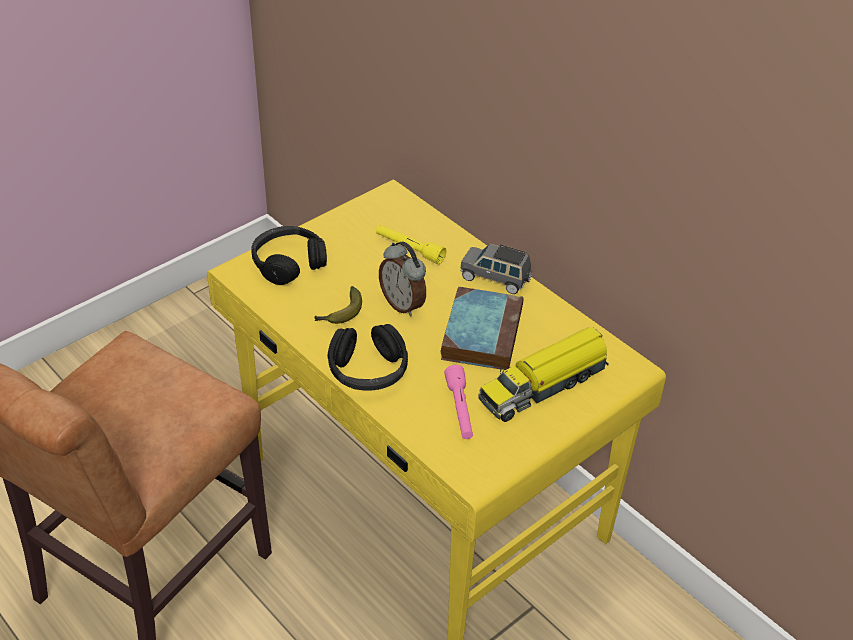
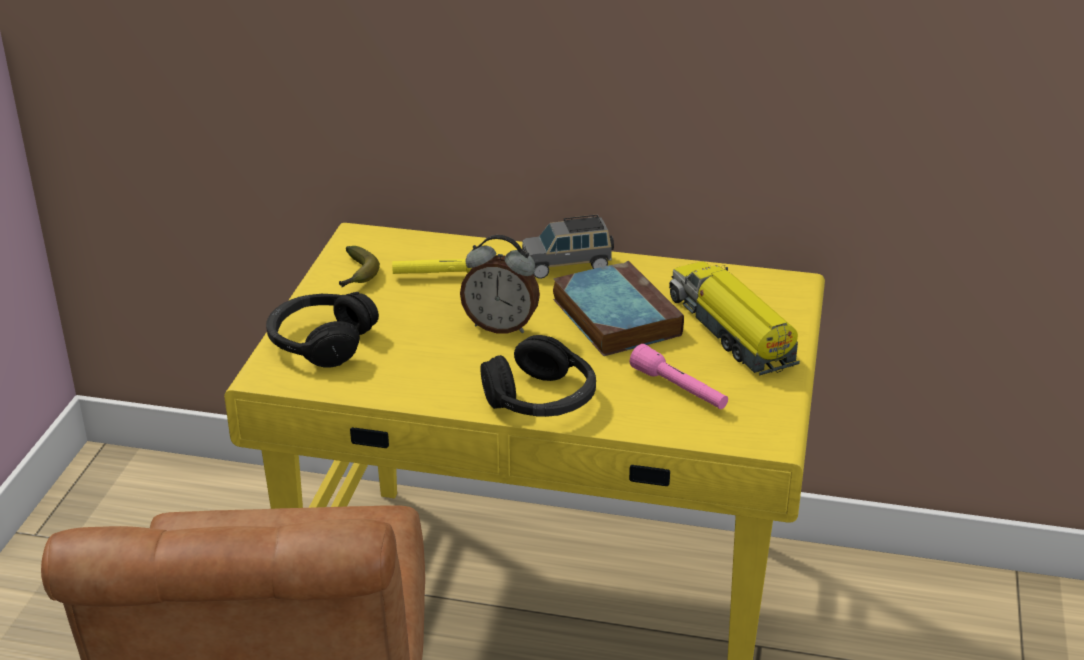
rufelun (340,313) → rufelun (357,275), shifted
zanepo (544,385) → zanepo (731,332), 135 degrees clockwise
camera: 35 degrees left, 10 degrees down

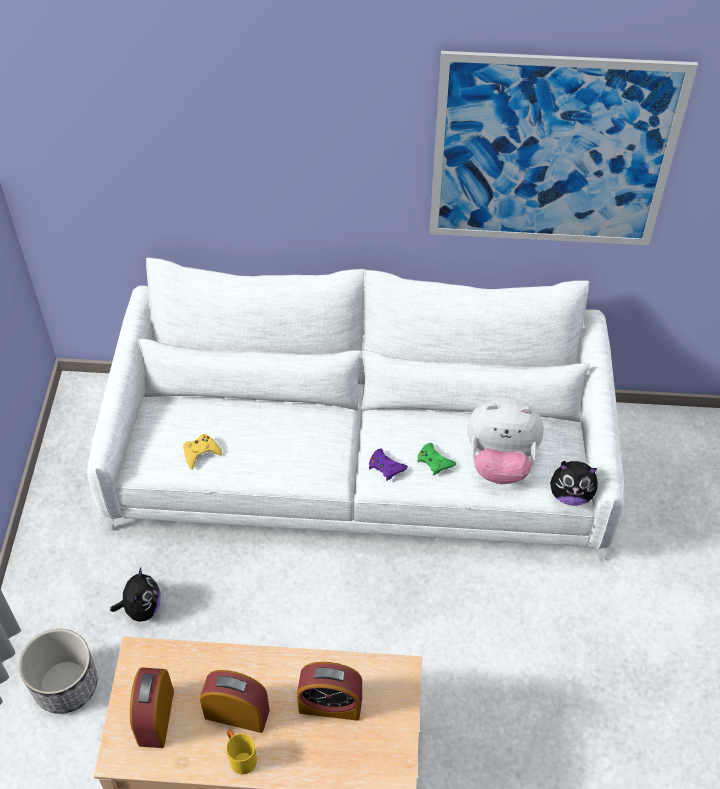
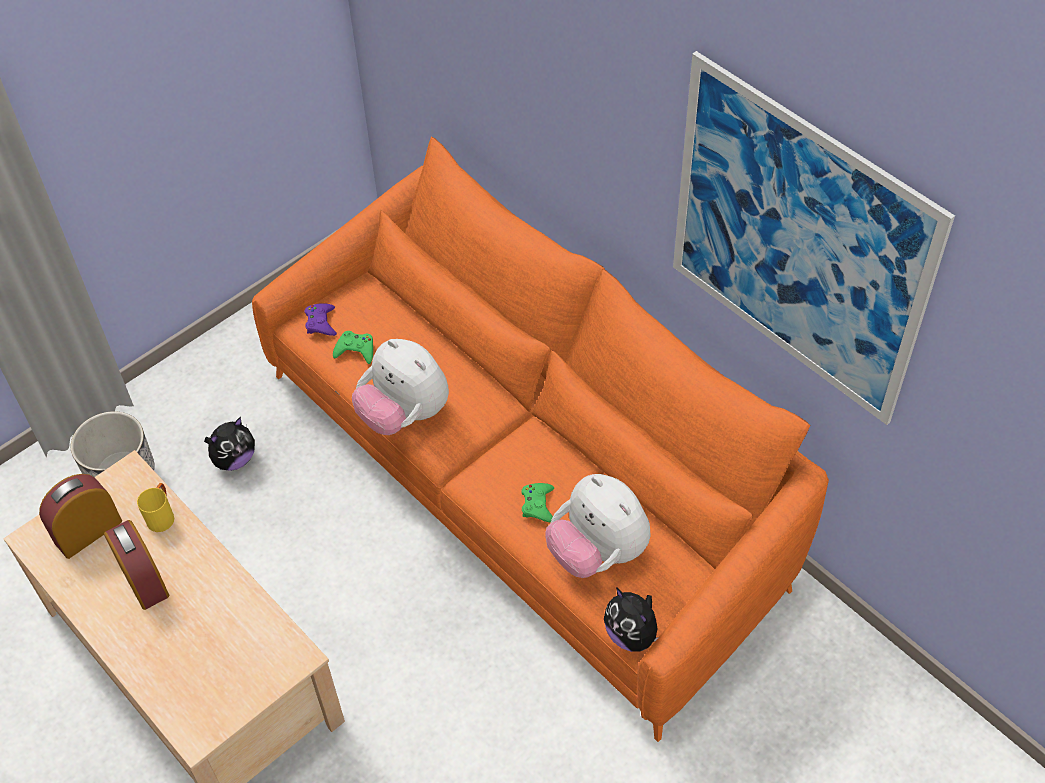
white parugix (360,469) → orange parugix (528,480)
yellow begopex (201,453) → green begopex (356,350)
purple begopex (386,467) → purple begopex (321,323), shifted
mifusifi (330,704) → -
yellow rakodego (240,756) → yellow rakodego (162,515), shifted
- → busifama (404,414)
camera: 45 degrees right, 0 degrees up

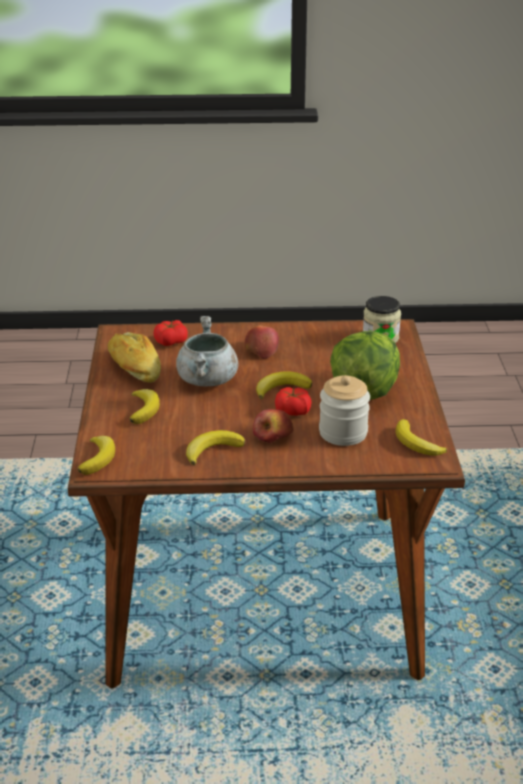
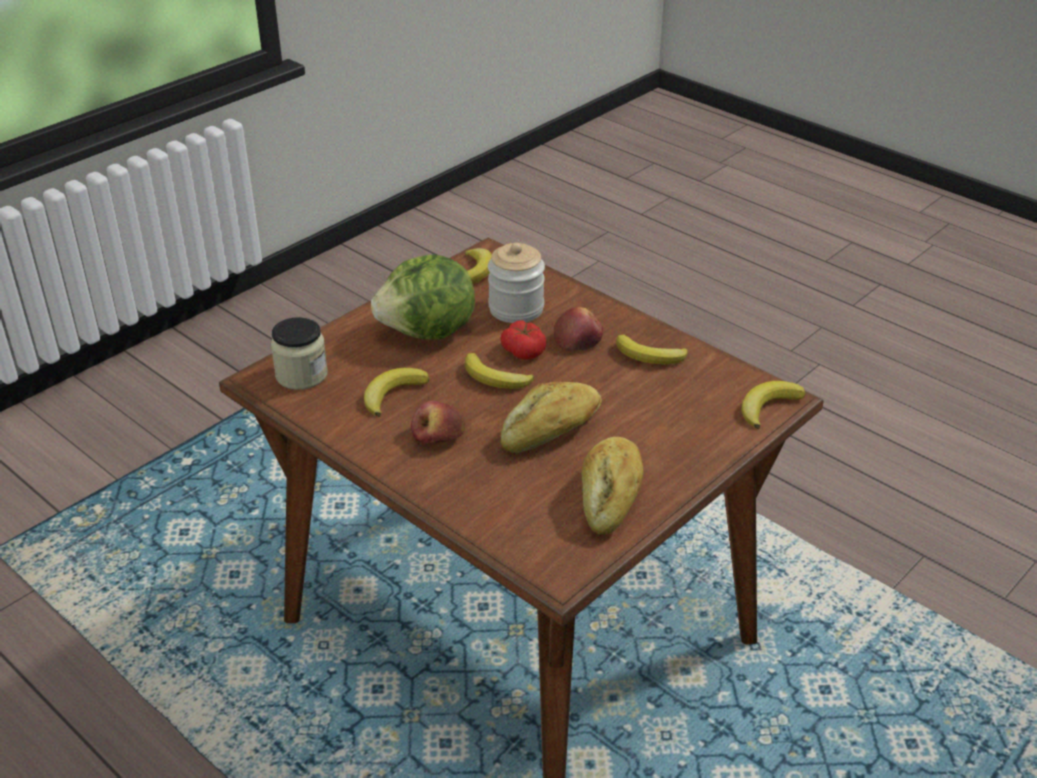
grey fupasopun (207,380) → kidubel (552,431)
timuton (170,341) → -
rufelun (144,409) → rufelun (392,394), shifted
camera: 135 degrees left, 5 degrees up

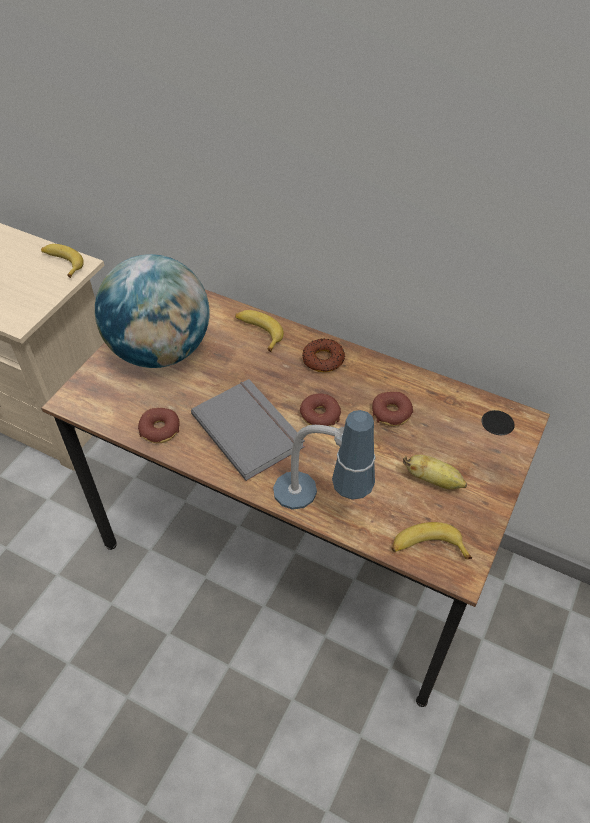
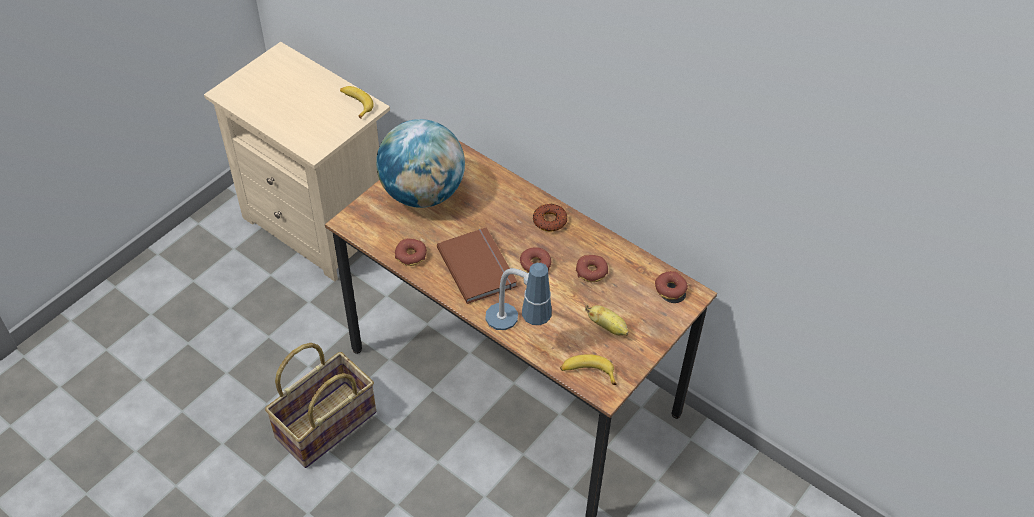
rufelun (258,332) → -
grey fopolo (250,429) → brown fopolo (479,266)
- → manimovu (670,289)
- → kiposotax (325,423)
camera: 10 degrees right, 0 degrees up

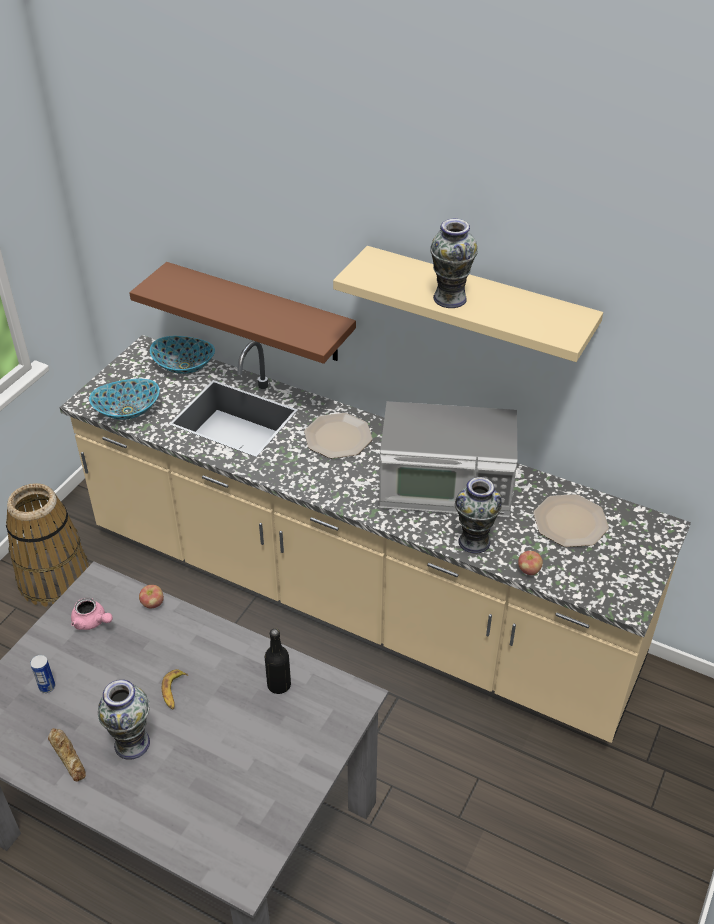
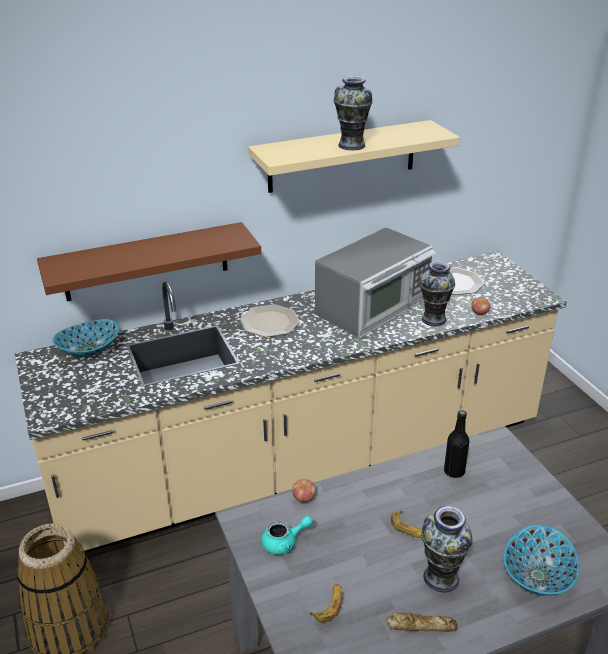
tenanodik (128,411) → tenanodik (538,576), shifted
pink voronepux (92,622) → turquoise voronepux (284,543)
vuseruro (47,687) → rufelun (329,605)
camera: 50 degrees left, 10 degrees down

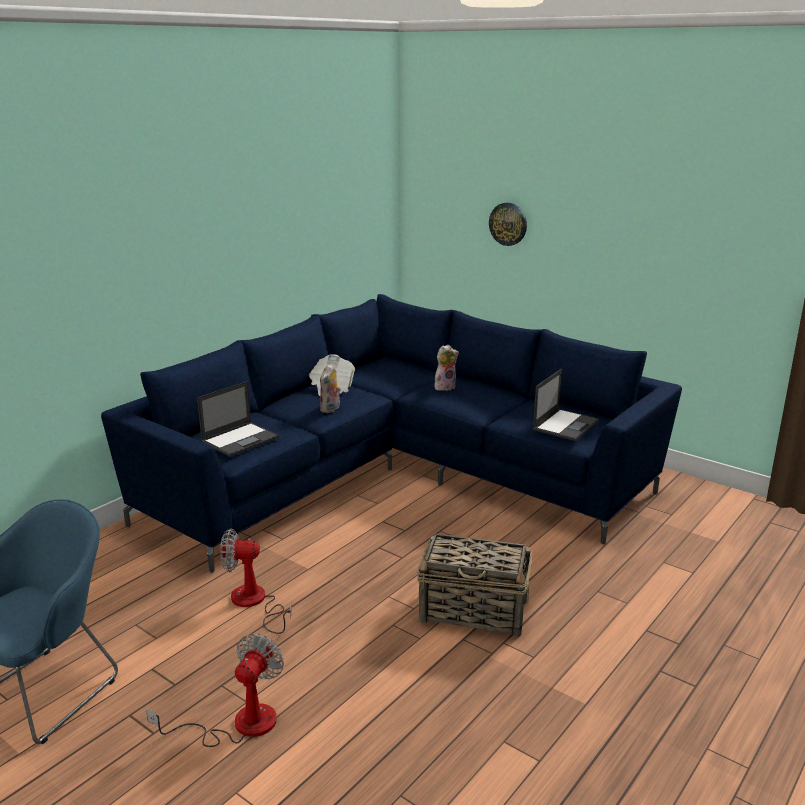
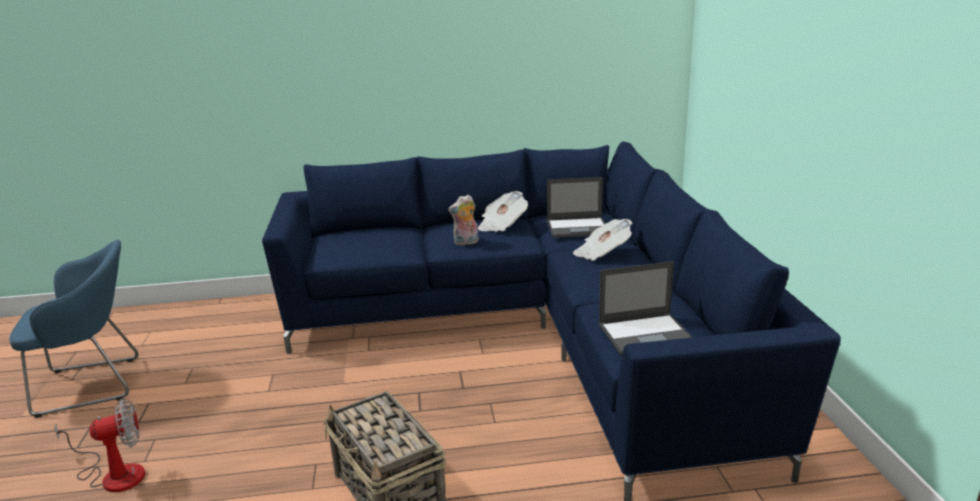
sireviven (508,224) → -
busifama (445,387) → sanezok (602,253)
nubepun (240,439) → nubepun (578,227), shifted
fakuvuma (254,603) → -
camera: 45 degrees right, 0 degrees up

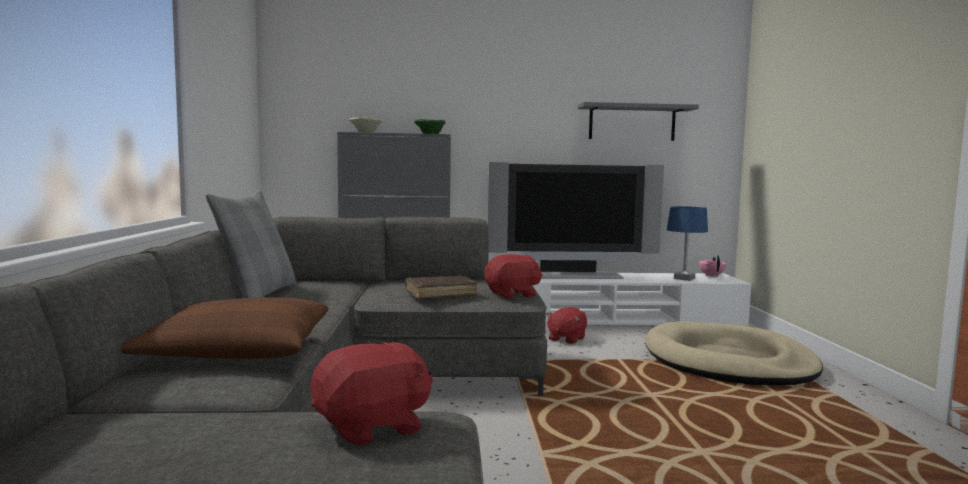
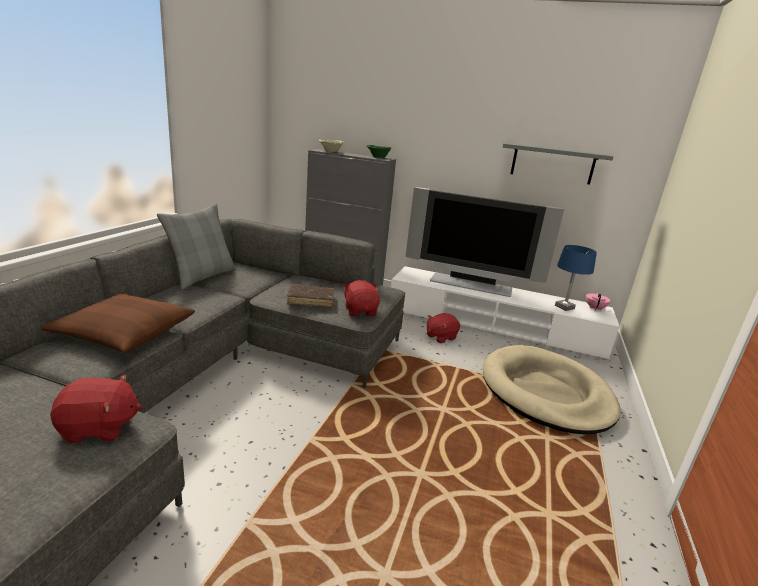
red busifama (513,294) → red busifama (360,311), 105 degrees counterclockwise
camera: 20 degrees right, 15 degrees up

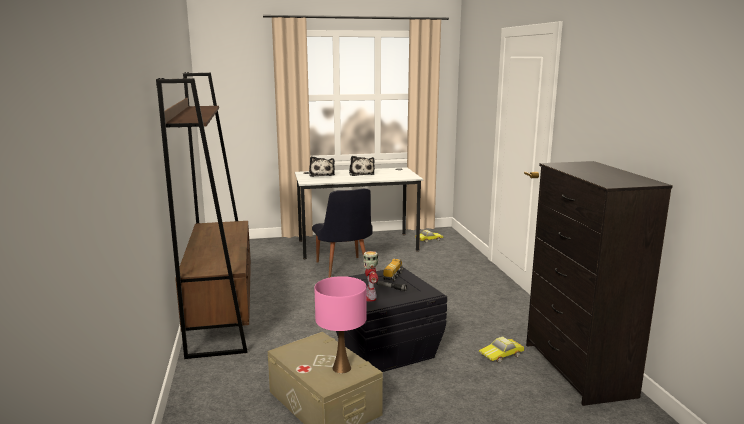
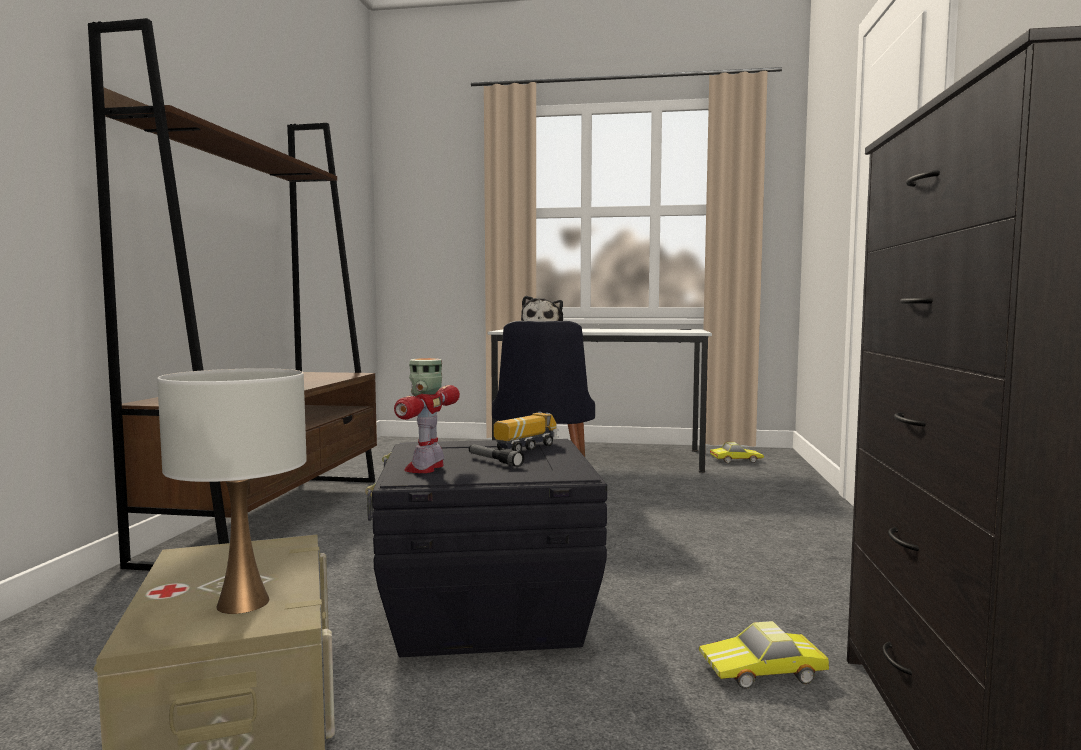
busifama (361,174) → -
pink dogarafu (342,368) → white dogarafu (244,603)
camera: 20 degrees right, 10 degrees down

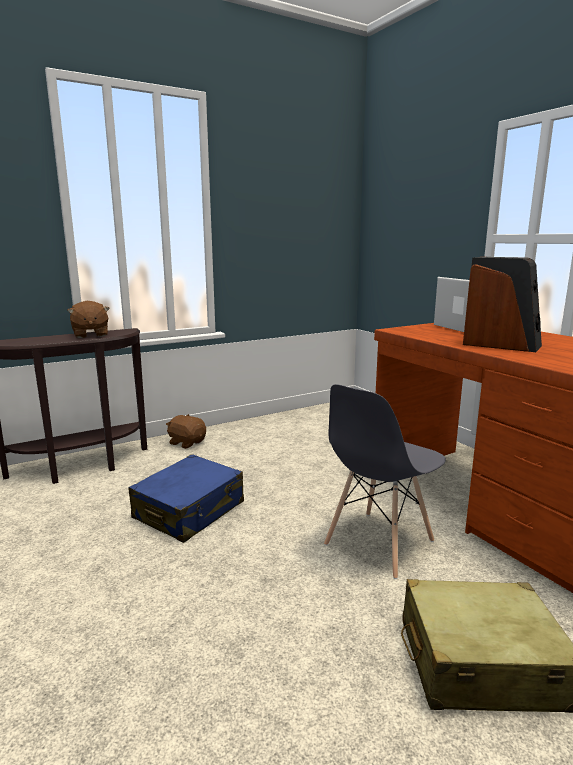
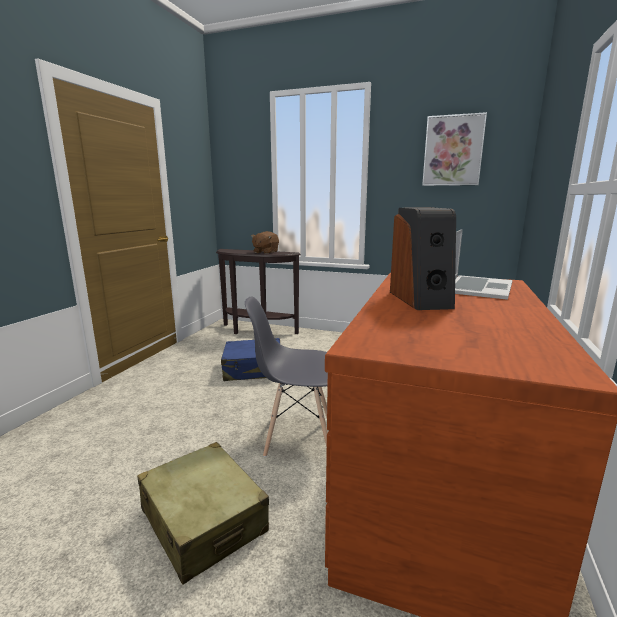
brown busifama (187,442) → -
- → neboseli (453,151)
camera: 50 degrees right, 0 degrees up

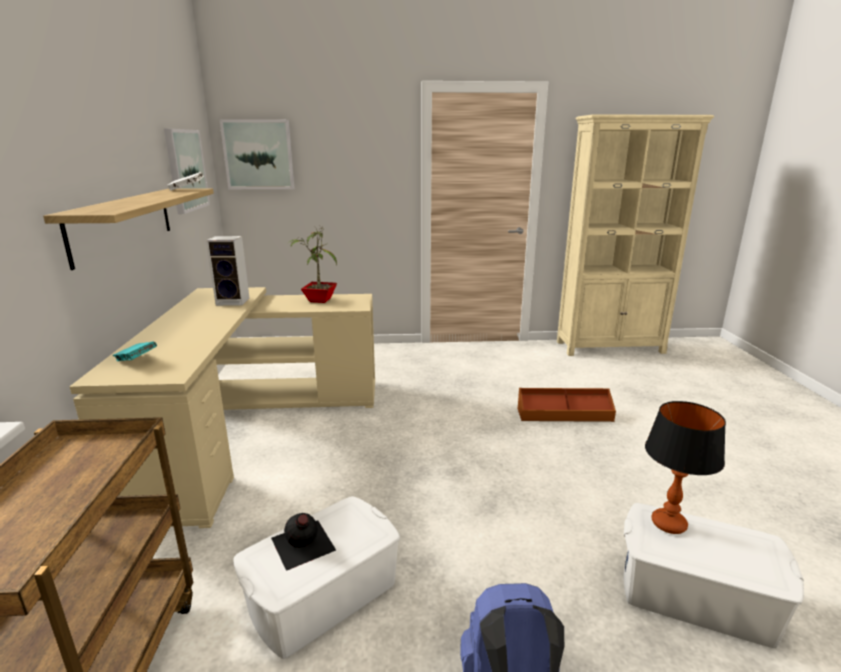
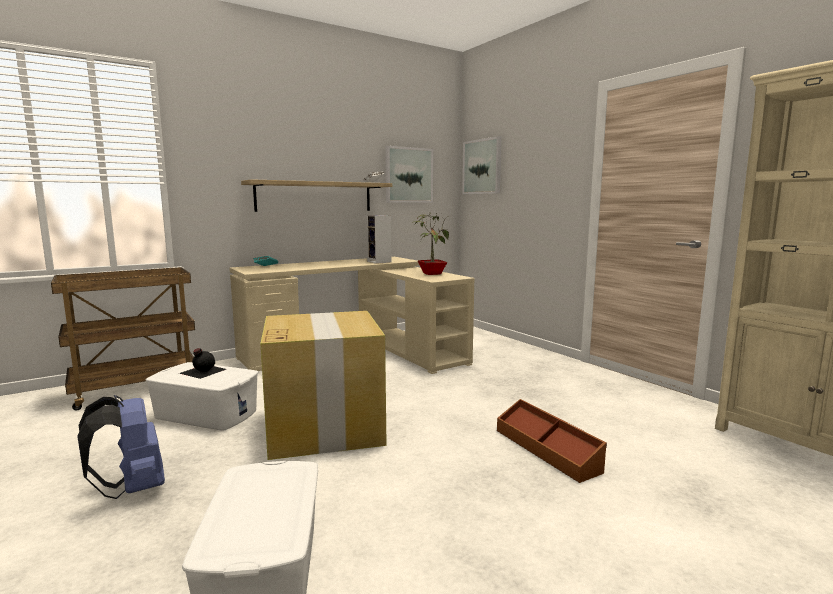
dogarafu (668,524) → -
- → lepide (324,426)
camera: 60 degrees right, 10 degrees down

